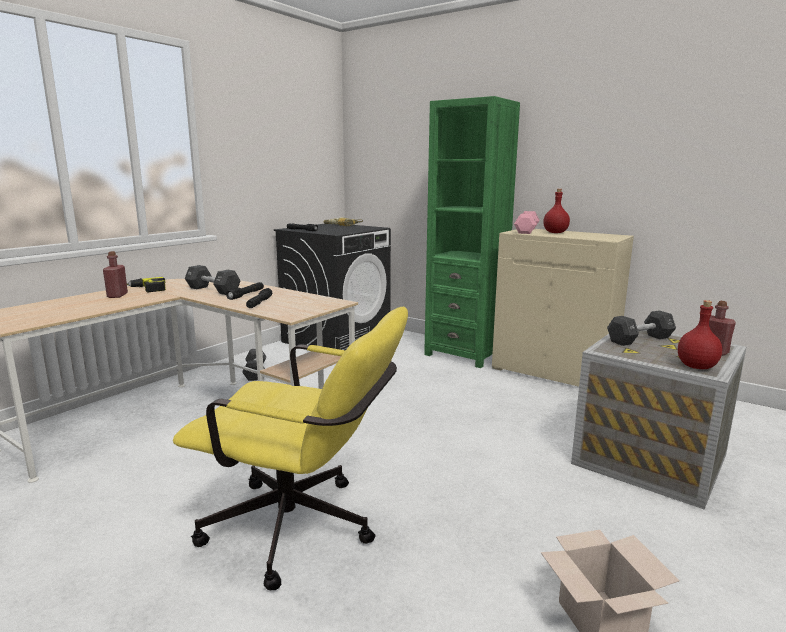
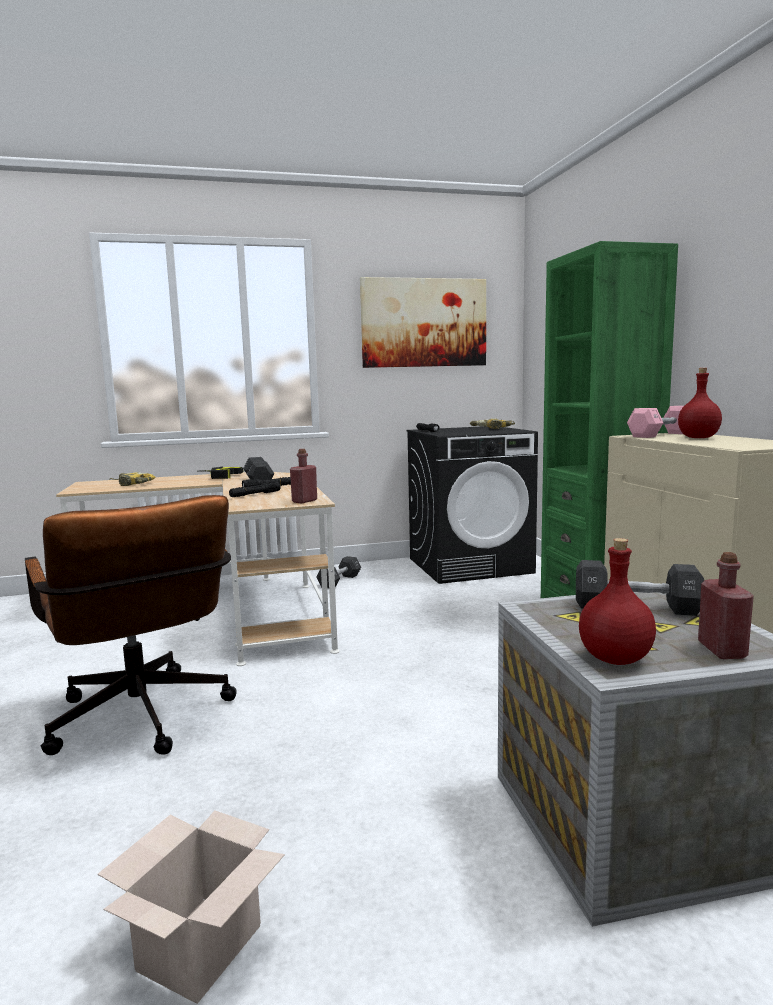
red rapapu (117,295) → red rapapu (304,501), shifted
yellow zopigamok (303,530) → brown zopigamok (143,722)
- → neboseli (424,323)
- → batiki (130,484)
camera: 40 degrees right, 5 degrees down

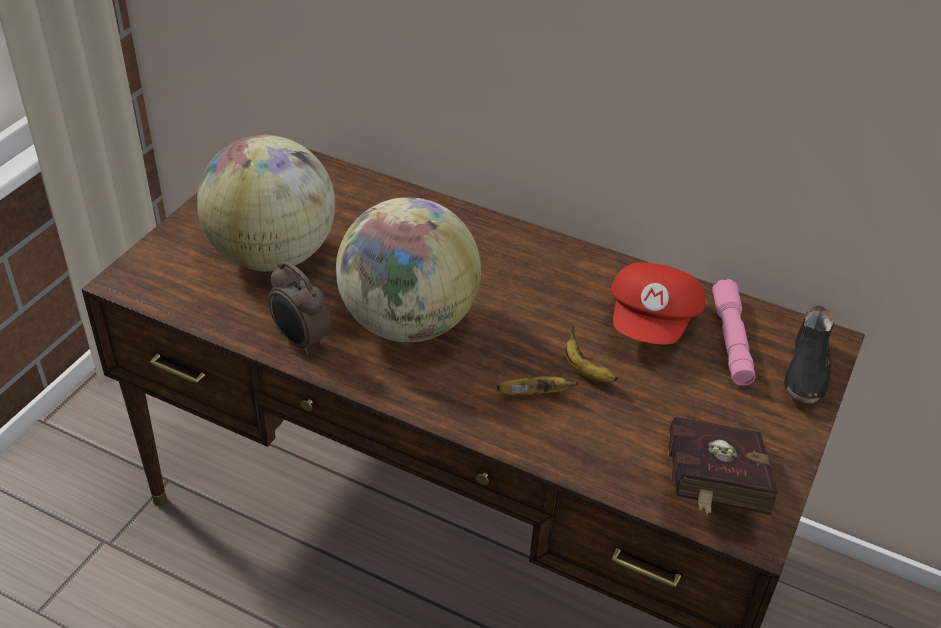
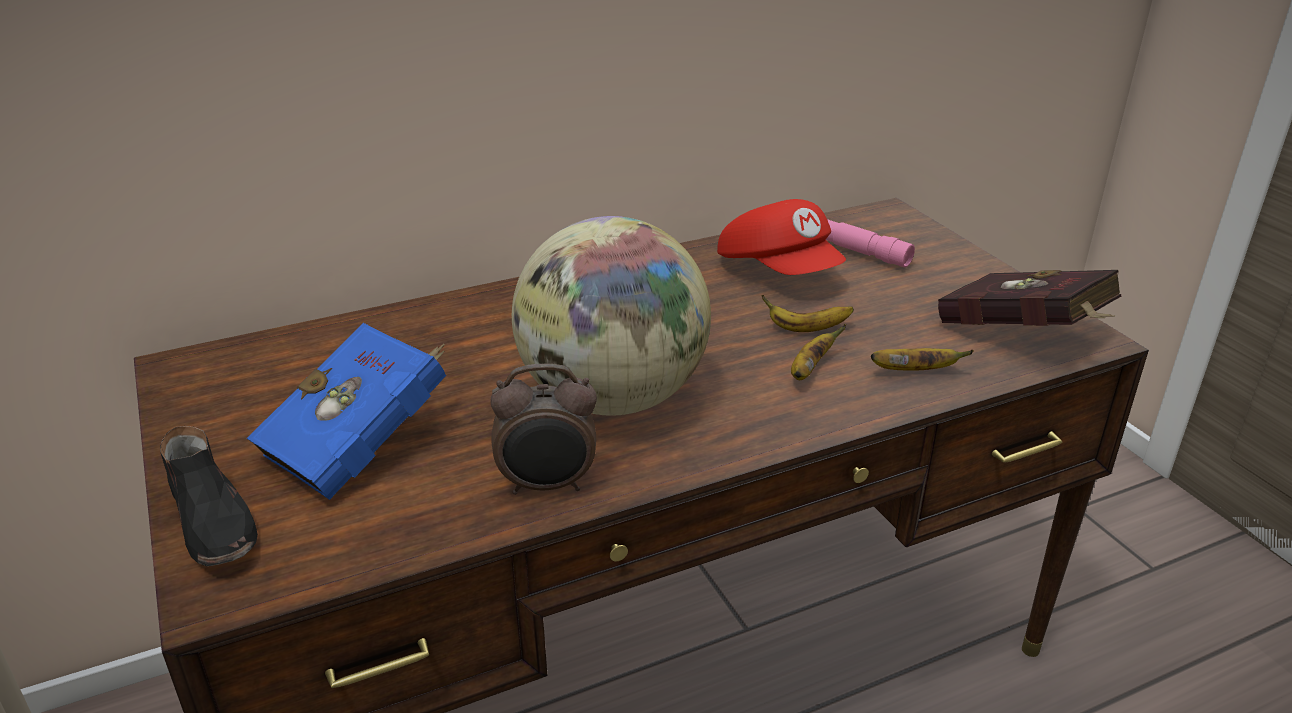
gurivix (272,255) → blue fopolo (364,443)
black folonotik (807,372) → black folonotik (214,522), shifted
- → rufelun (914,371)
camera: 50 degrees left, 10 degrees down

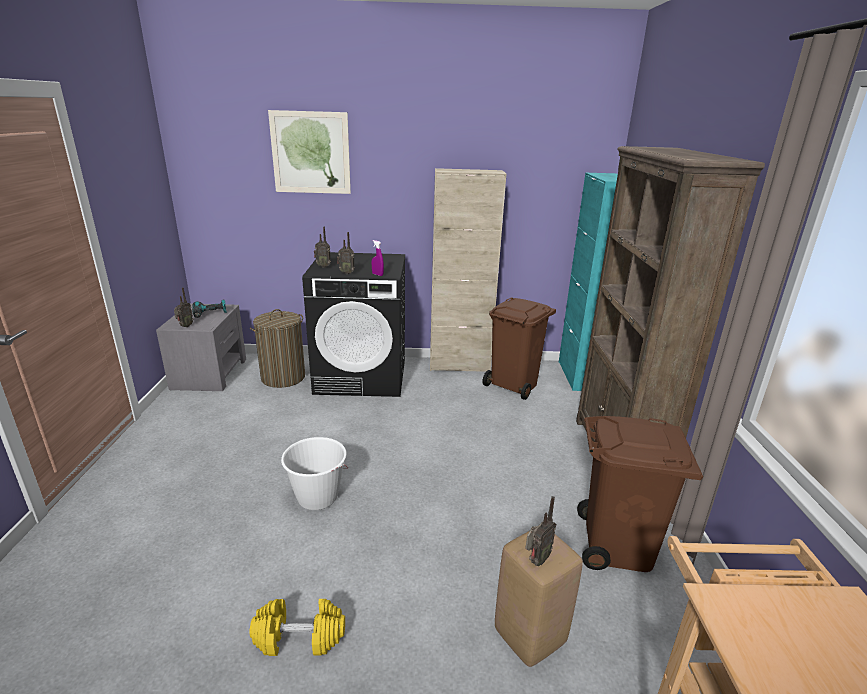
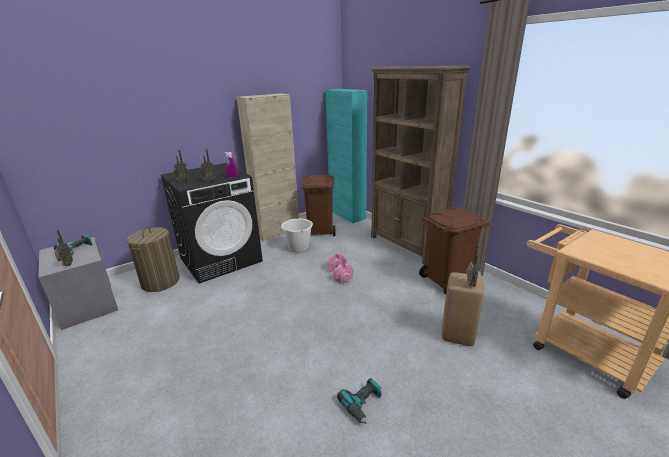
neboseli (310,153) → -
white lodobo (317,497) → white lodobo (298,248), shifted
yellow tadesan (300,637) → batiki (363,404)
- → pink tadesan (340,274)
camera: 35 degrees left, 0 degrees up

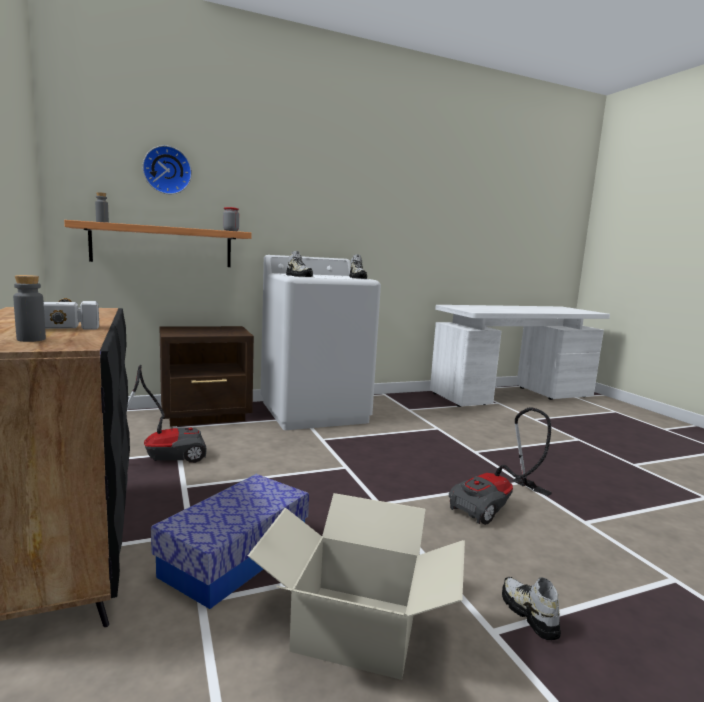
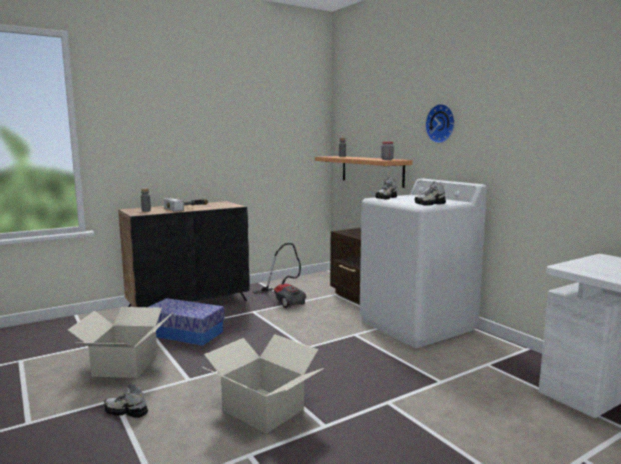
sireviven (167,170) → sireviven (441,123), shifted
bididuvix (498,507) → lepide (263,409)
folonotik (529,614) → folonotik (126,412), 135 degrees counterclockwise
camera: 80 degrees right, 0 degrees up

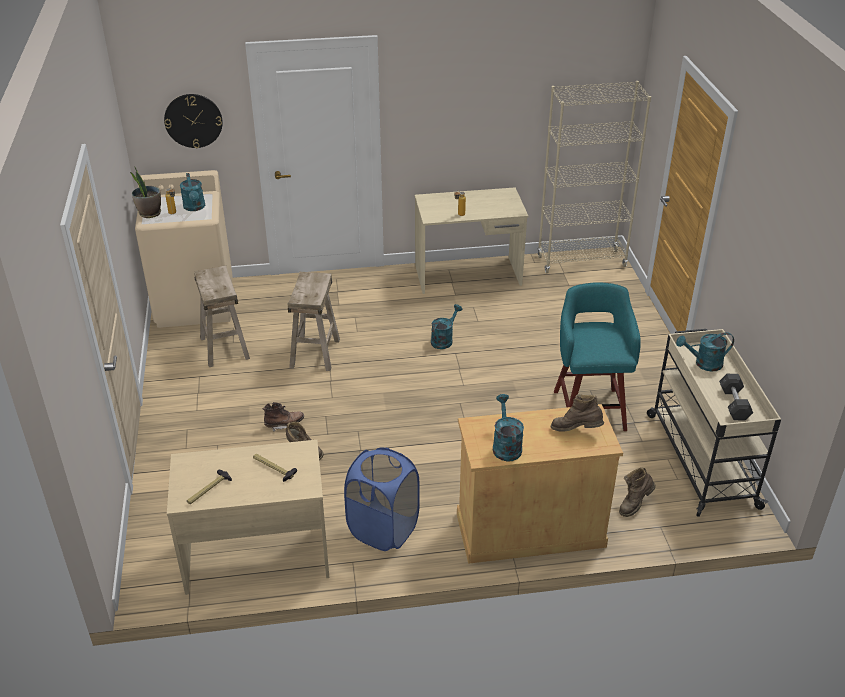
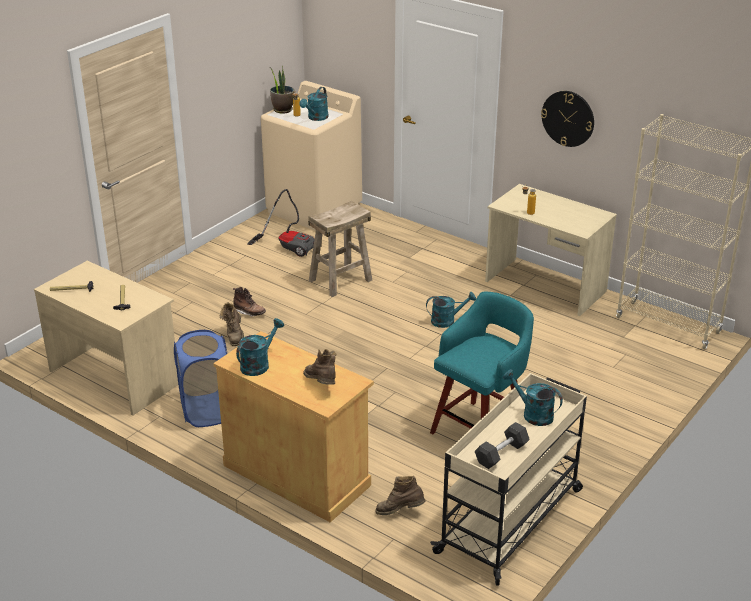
sireviven (193,120) → sireviven (568,118), shifted
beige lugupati (225,347) → bididuvix (288,246)
camera: 45 degrees right, 5 degrees down

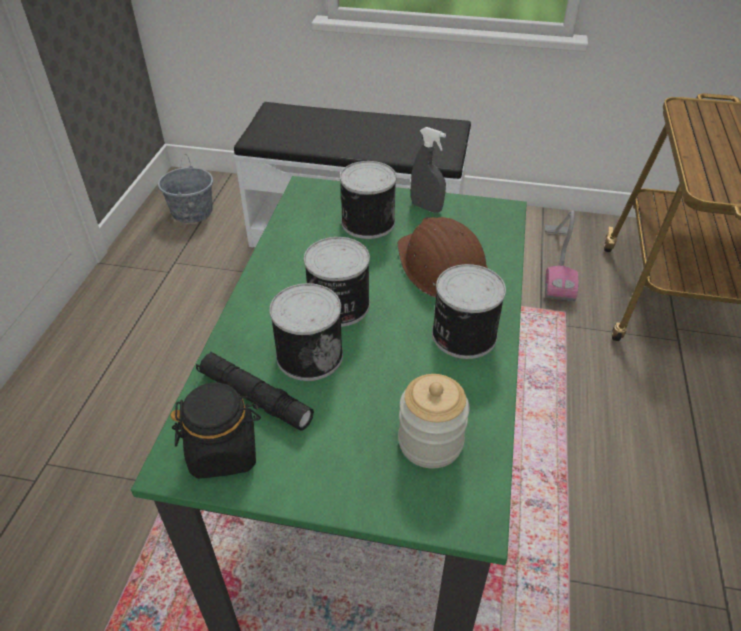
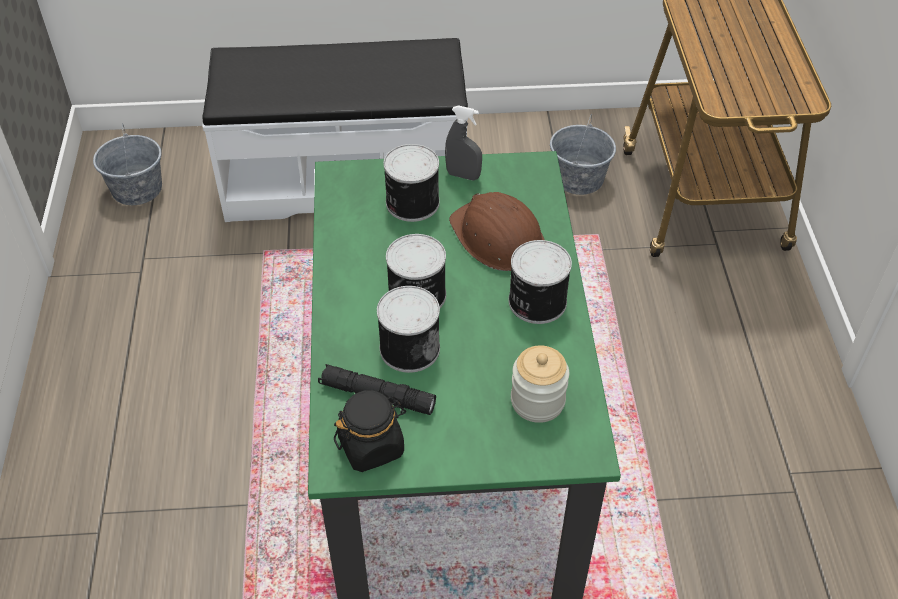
bididuvix (558,263) → grey lodobo (579,178)
camera: 15 degrees left, 5 degrees up

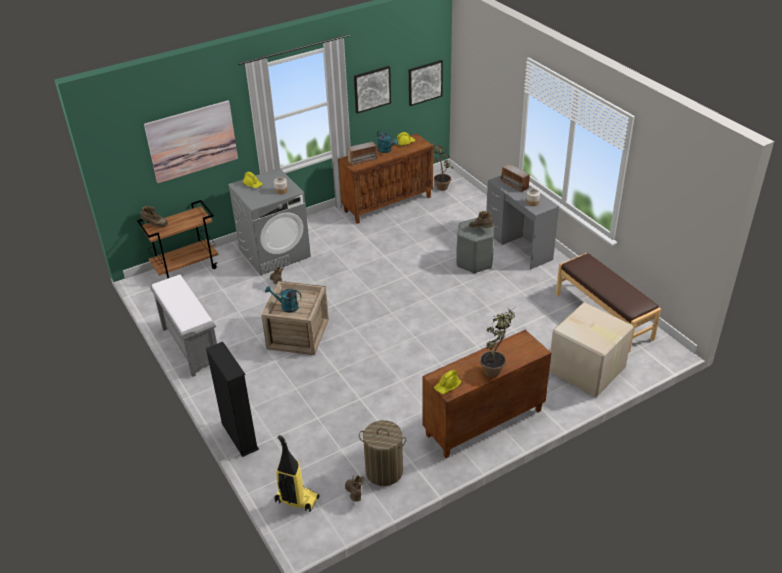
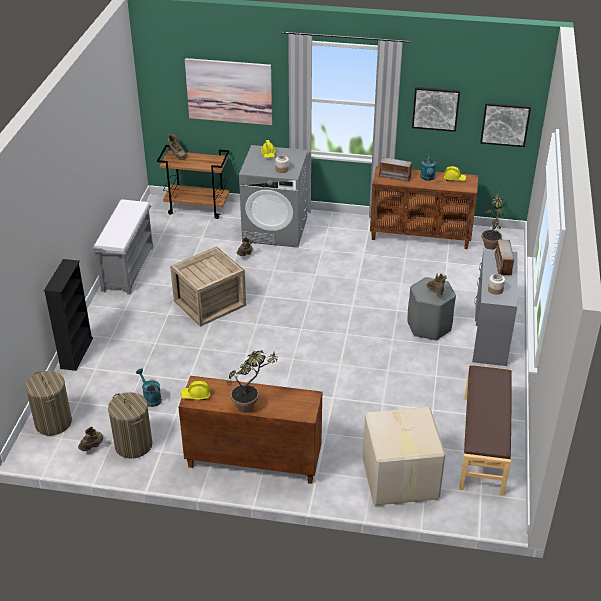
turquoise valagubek (286,307) → turquoise valagubek (150,398), shifted
bididuvix (296,500) → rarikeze (53,422)
camera: 40 degrees right, 0 degrees up

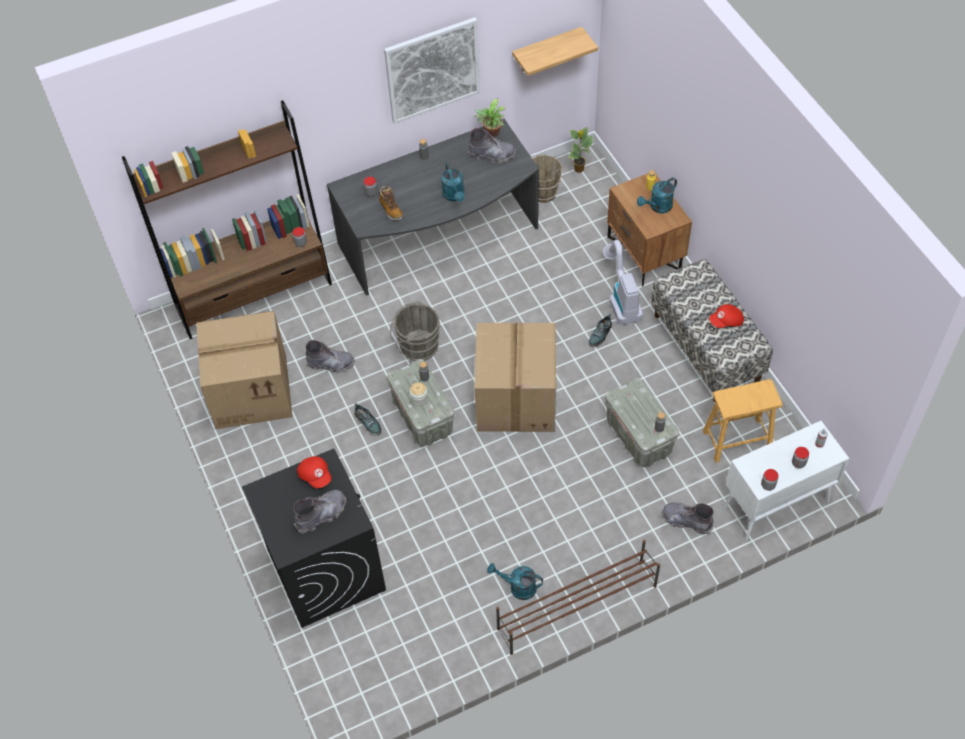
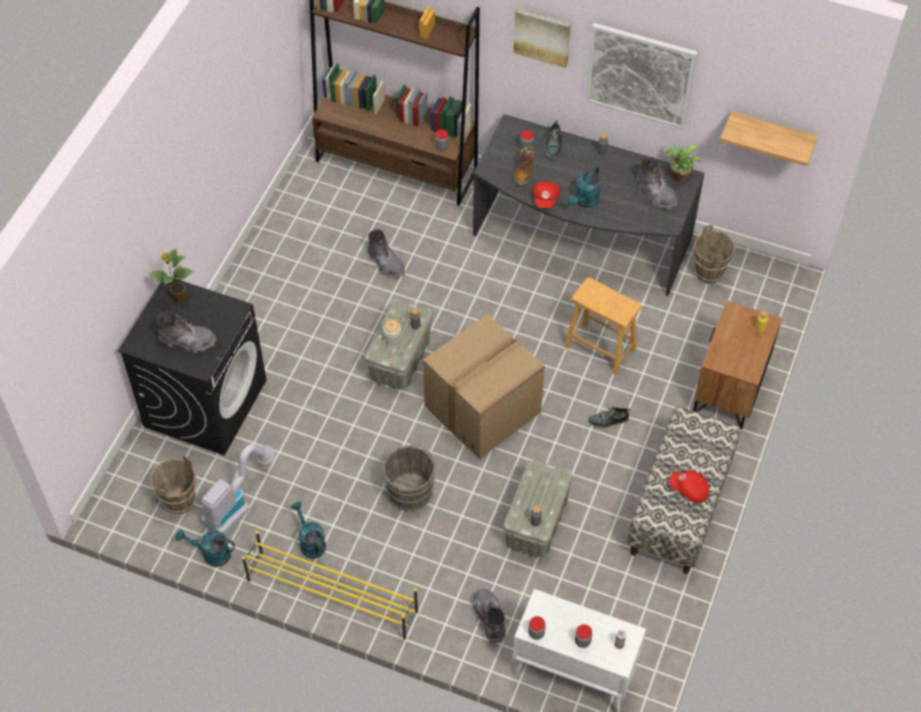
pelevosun (579,170) → pelevosun (178,298), shifted
turquoise valagubek (658,207) → turquoise valagubek (211,554), shifted
bididuvix (620,299) → bididuvix (237,504), shifted
grey lodobo (416,345) → grey lodobo (408,490), shifted
lepide (252,390) → -
brown lugupati (737,440) → brown lugupati (600,347), shifted
folonotik (368,423) → folonotik (554,145), shifted
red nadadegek (315,475) → red nadadegek (546,199), shifted
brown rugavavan (576,607) → yellow rugavavan (331,596)
- → neboseli (542,36)
- → brown lodobo (179,500)
camera: 45 degrees right, 0 degrees up

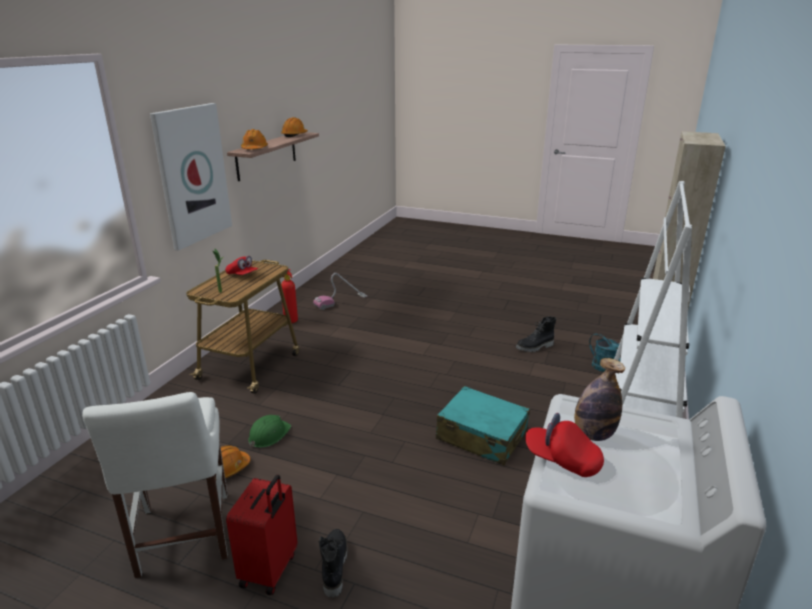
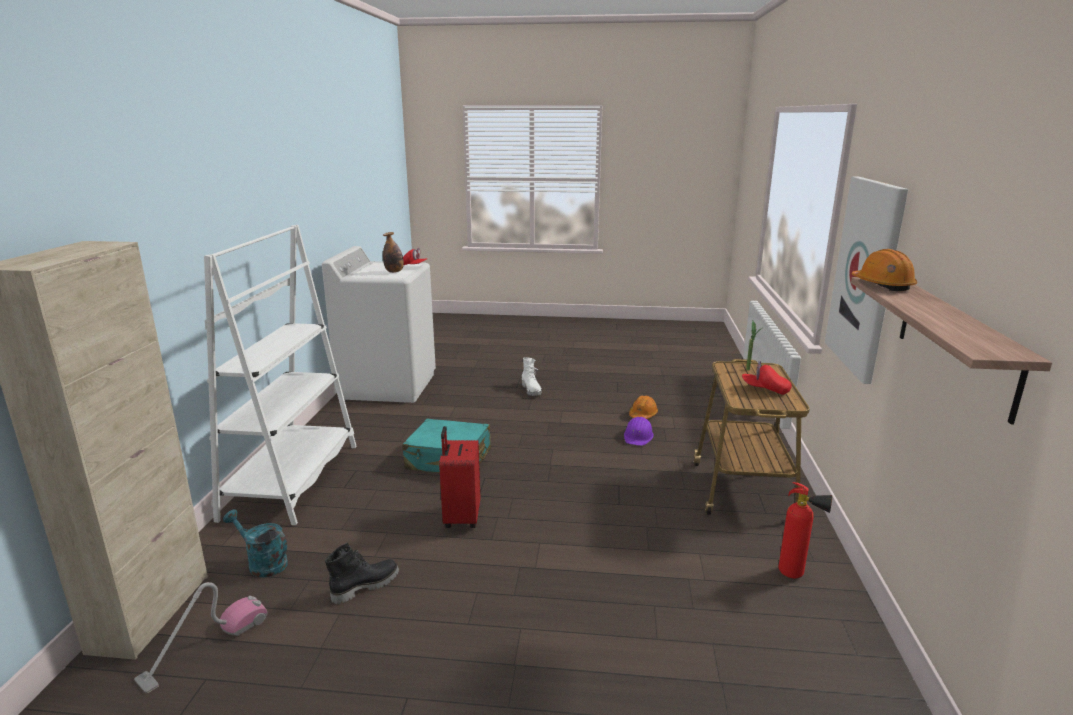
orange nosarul (294,135) → -
bididuvix (341,301) → bididuvix (205,647), shifted
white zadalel (183,538) → -
green nosarul (269,435) → purple nosarul (638,436)
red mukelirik (270,570) → red mukelirik (461,518), shifted
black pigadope (333,566) → white pigadope (532,390)
camera: 165 degrees right, 5 degrees down

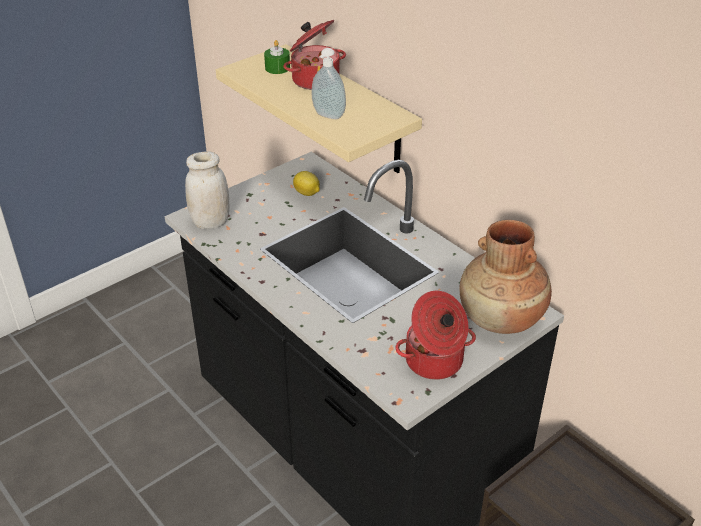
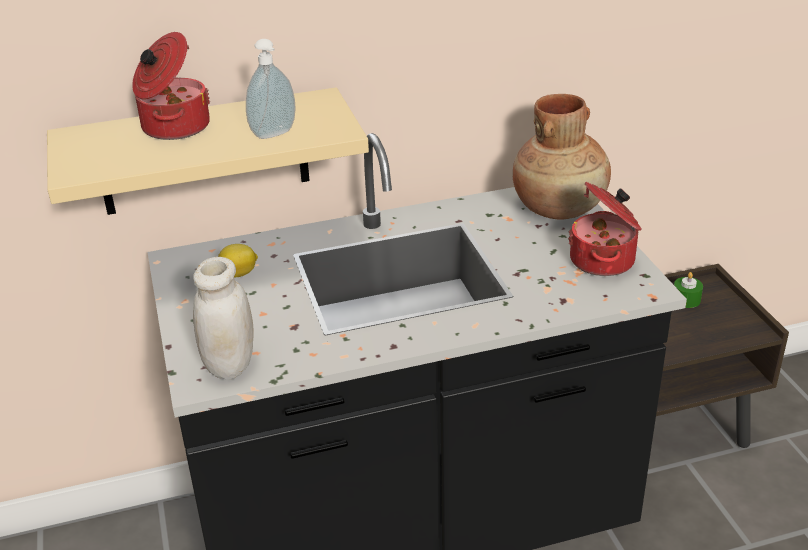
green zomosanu (277,68) → green zomosanu (686,299), shifted
camera: 65 degrees left, 5 degrees down

